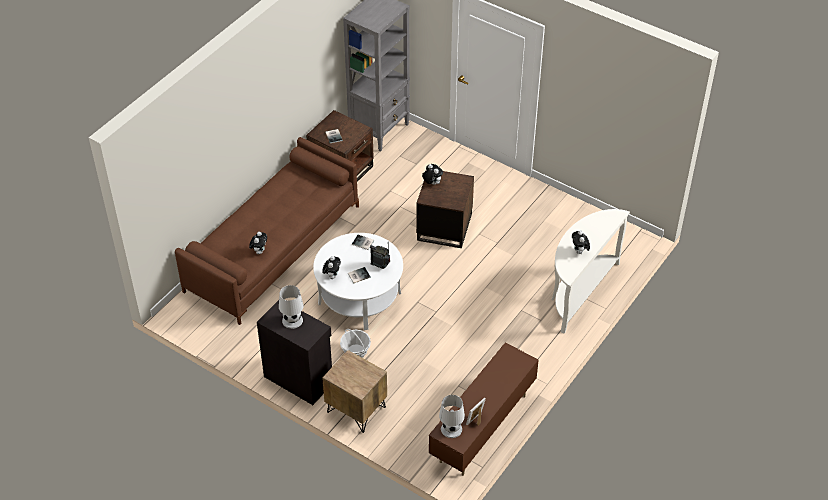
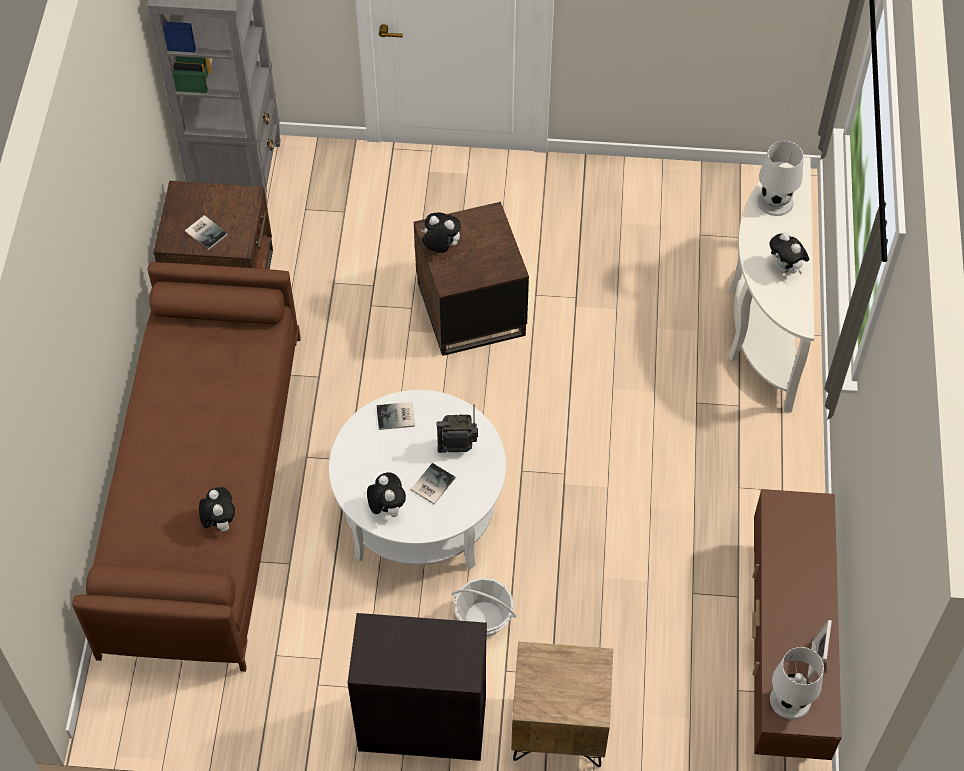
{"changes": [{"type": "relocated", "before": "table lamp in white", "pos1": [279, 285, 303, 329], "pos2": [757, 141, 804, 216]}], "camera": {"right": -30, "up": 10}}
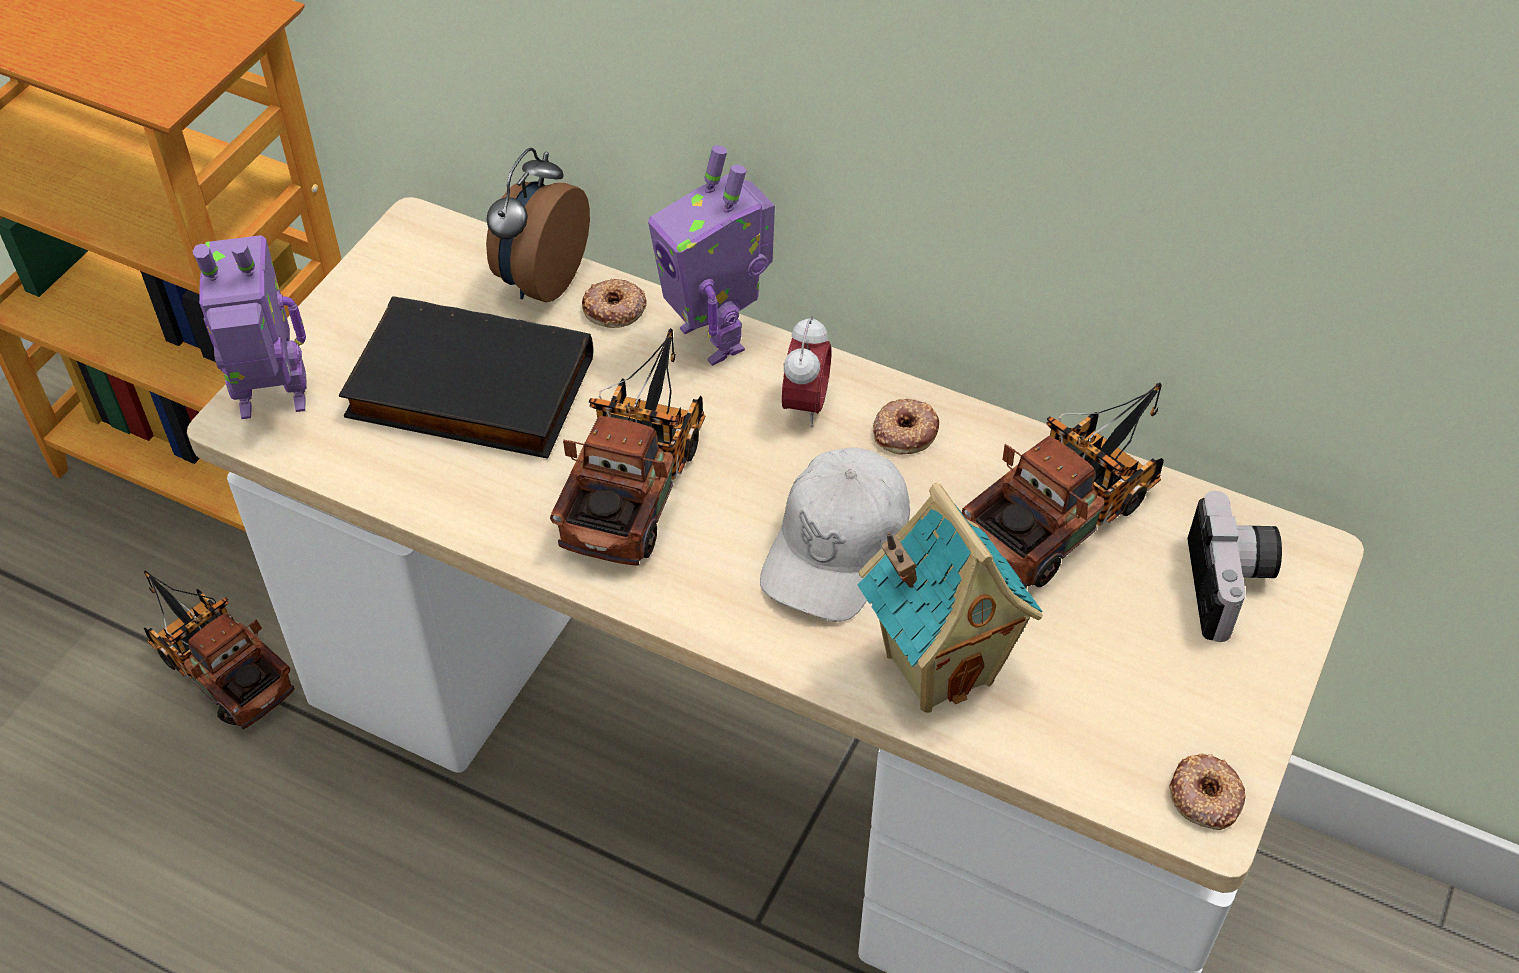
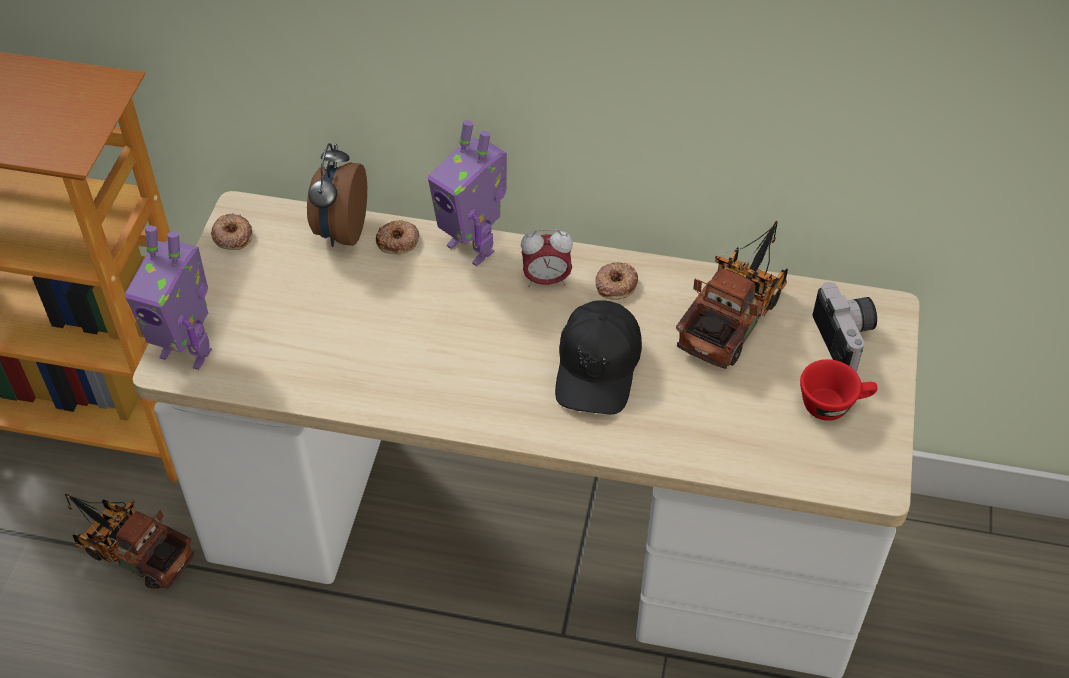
{"changes": [{"type": "spun", "before": "toy robot", "pos1": [193, 235, 307, 419], "pos2": [125, 226, 212, 370], "turn": -135}, {"type": "relocated", "before": "donut", "pos1": [1169, 754, 1246, 830], "pos2": [211, 213, 253, 250]}, {"type": "spun", "before": "alarm clock", "pos1": [782, 315, 832, 427], "pos2": [521, 229, 573, 287], "turn": 90}, {"type": "colour", "before": "cap in white", "after": "cap in black", "pos1": [760, 447, 910, 622], "pos2": [555, 300, 642, 415]}, {"type": "appeared", "after": "cup in red", "pos2": [800, 359, 877, 421]}, {"type": "missing", "before": "book in black", "pos1": [339, 296, 593, 459]}, {"type": "missing", "before": "toy truck", "pos1": [550, 328, 706, 566]}, {"type": "missing", "before": "toy house", "pos1": [857, 483, 1043, 713]}], "camera": {"right": -15, "up": 0}}
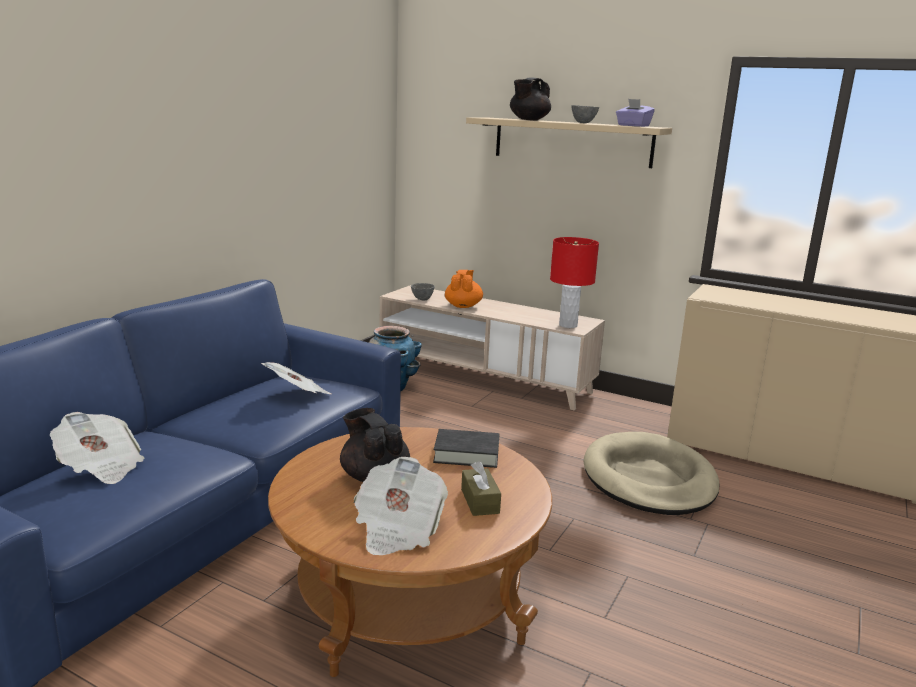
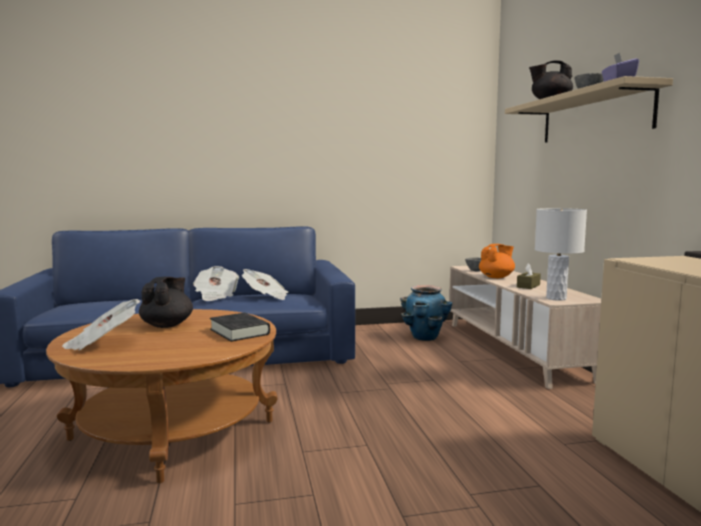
{"changes": [{"type": "relocated", "before": "newspaper", "pos1": [50, 412, 145, 484], "pos2": [193, 266, 239, 301]}, {"type": "relocated", "before": "tissue box in brown", "pos1": [461, 461, 501, 516], "pos2": [517, 263, 541, 289]}, {"type": "colour", "before": "table lamp in red", "after": "table lamp in white", "pos1": [550, 237, 599, 328], "pos2": [535, 208, 587, 301]}, {"type": "missing", "before": "dog bed in beige", "pos1": [584, 432, 719, 515]}], "camera": {"right": 50, "up": -10}}
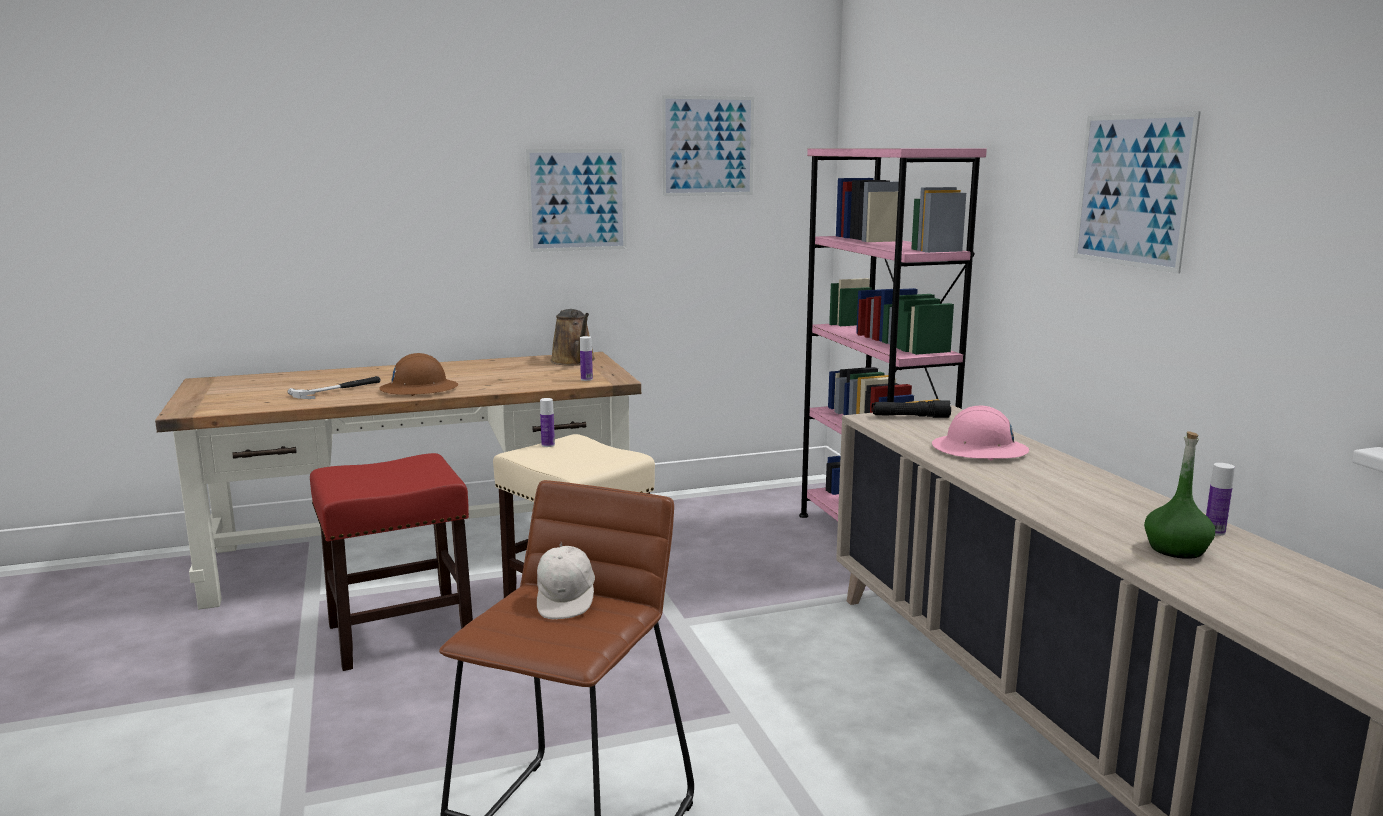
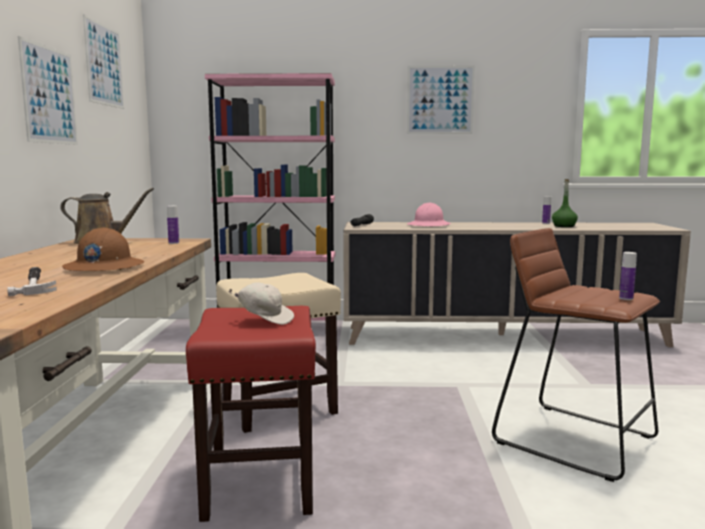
{"changes": [{"type": "relocated", "before": "cap in white", "pos1": [537, 542, 595, 619], "pos2": [228, 282, 294, 325]}, {"type": "relocated", "before": "bottle", "pos1": [540, 398, 555, 447], "pos2": [619, 252, 637, 300]}], "camera": {"right": -70, "up": -5}}
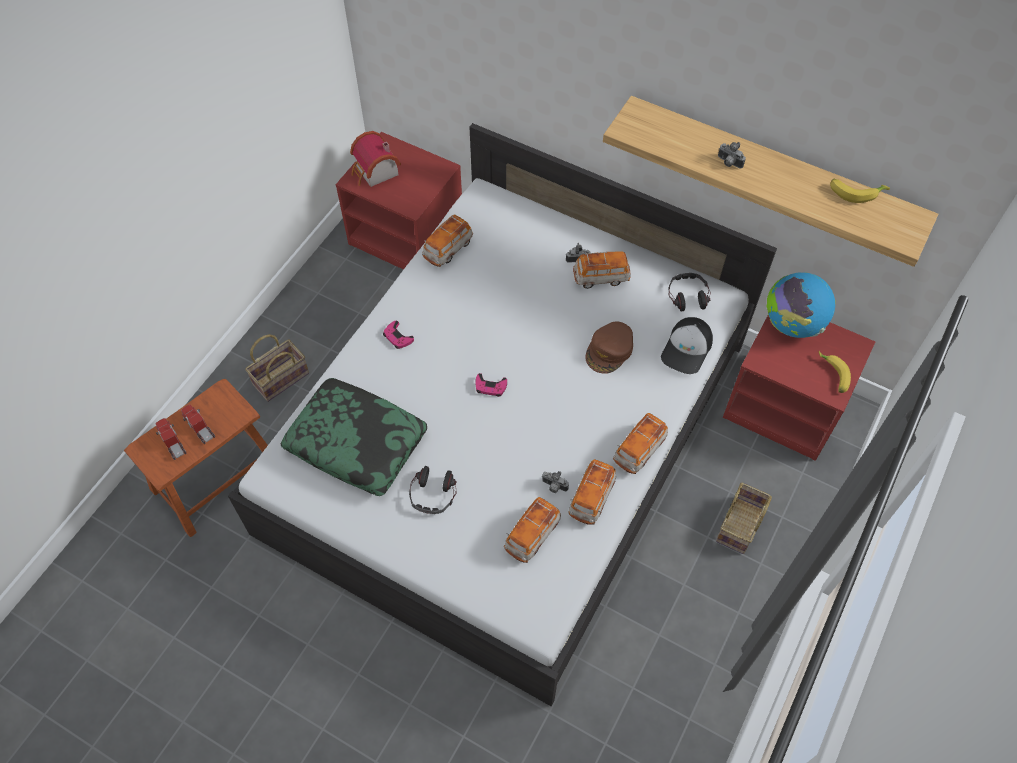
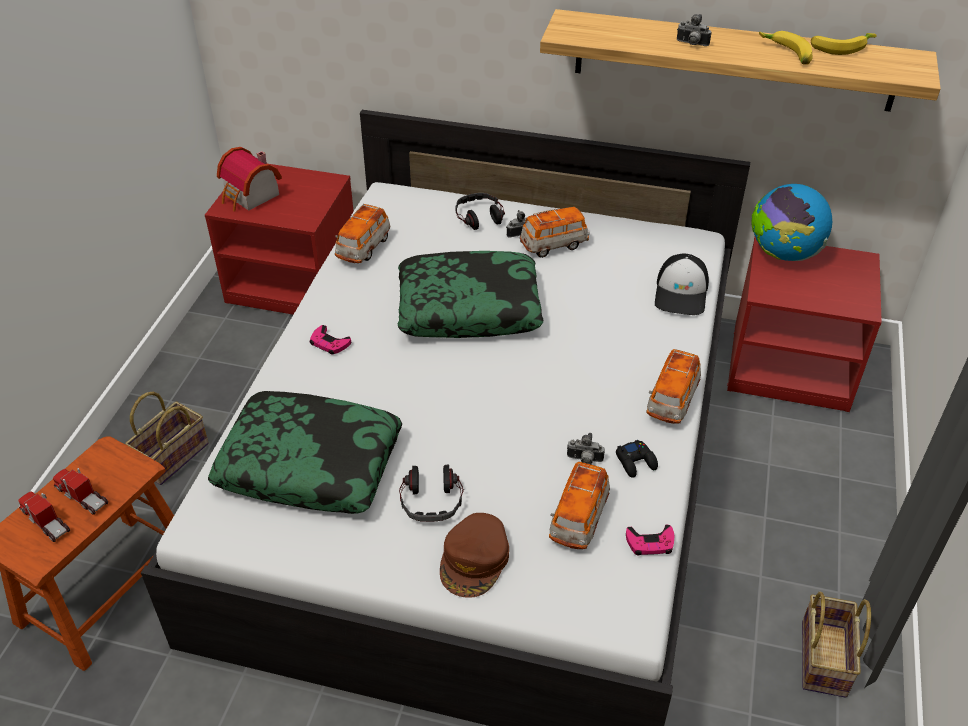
{"changes": [{"type": "appeared", "after": "pillow", "pos2": [398, 251, 543, 338]}, {"type": "relocated", "before": "cap in brown", "pos1": [586, 321, 633, 374], "pos2": [440, 513, 509, 598]}, {"type": "relocated", "before": "headphones", "pos1": [669, 273, 711, 312], "pos2": [455, 193, 505, 230]}, {"type": "exchanged", "before": "toy car", "after": "game controller in black", "pos1": [568, 459, 616, 525], "pos2": [616, 440, 658, 478]}, {"type": "relocated", "before": "game controller in pink", "pos1": [475, 373, 507, 397], "pos2": [626, 524, 675, 556]}, {"type": "relocated", "before": "banana", "pos1": [819, 351, 851, 393], "pos2": [759, 31, 812, 65]}, {"type": "relocated", "before": "basket", "pos1": [716, 483, 772, 554], "pos2": [802, 592, 871, 698]}], "camera": {"right": -15, "up": -15}}
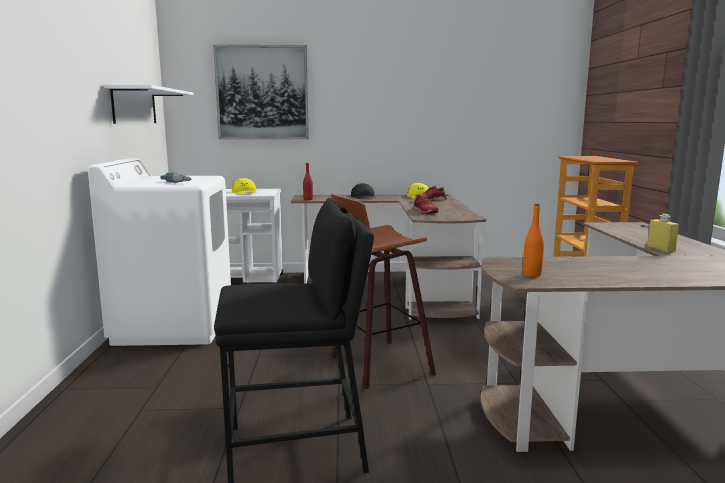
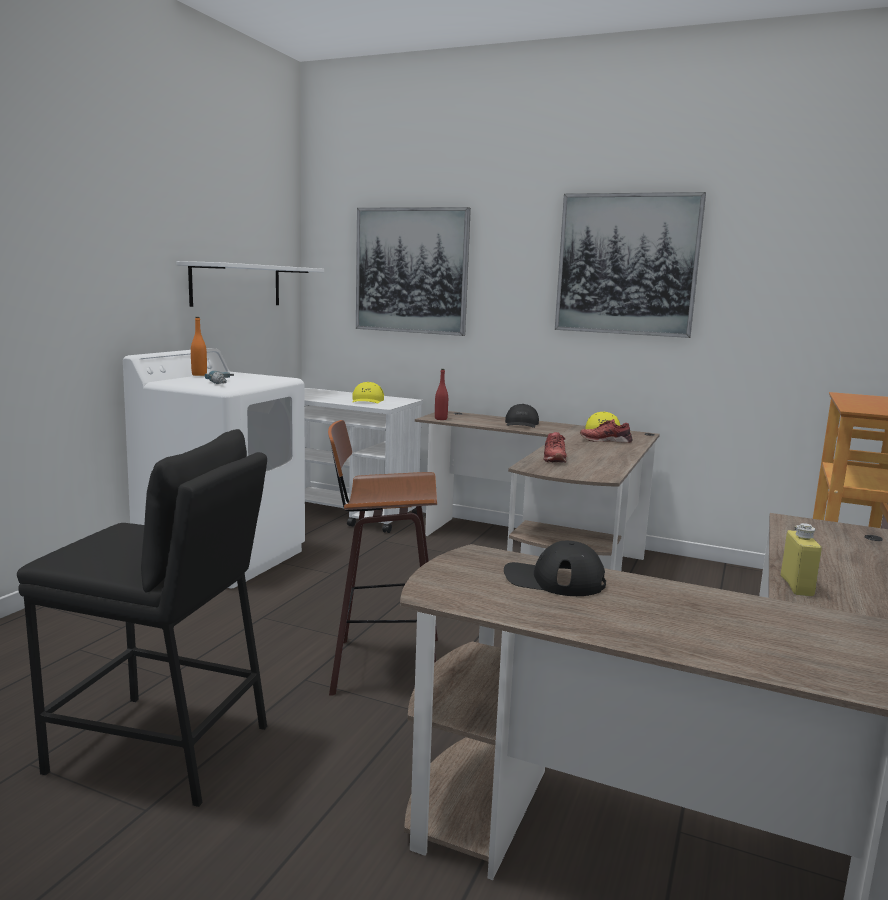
{"changes": [{"type": "relocated", "before": "bottle in orange", "pos1": [523, 204, 544, 277], "pos2": [191, 317, 207, 376]}, {"type": "appeared", "after": "cap in black", "pos2": [504, 541, 606, 596]}, {"type": "appeared", "after": "picture", "pos2": [555, 192, 706, 338]}], "camera": {"right": 25, "up": 0}}
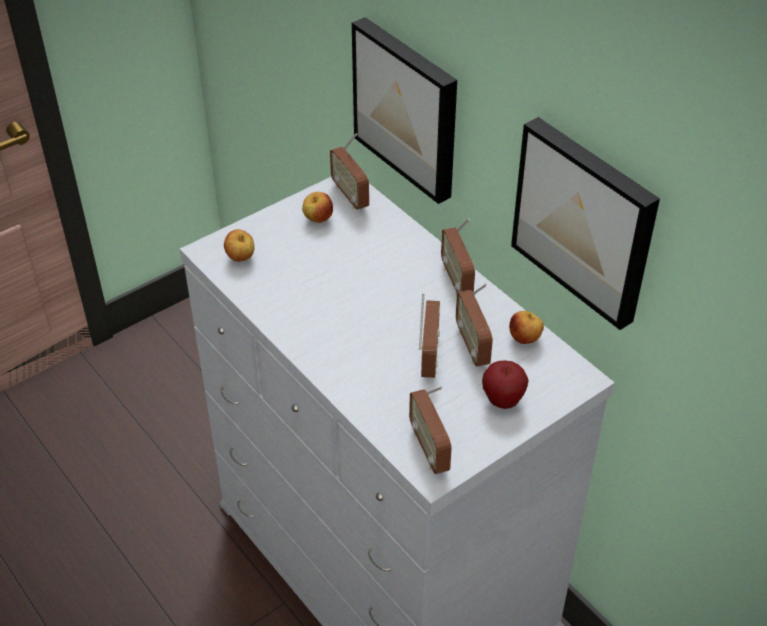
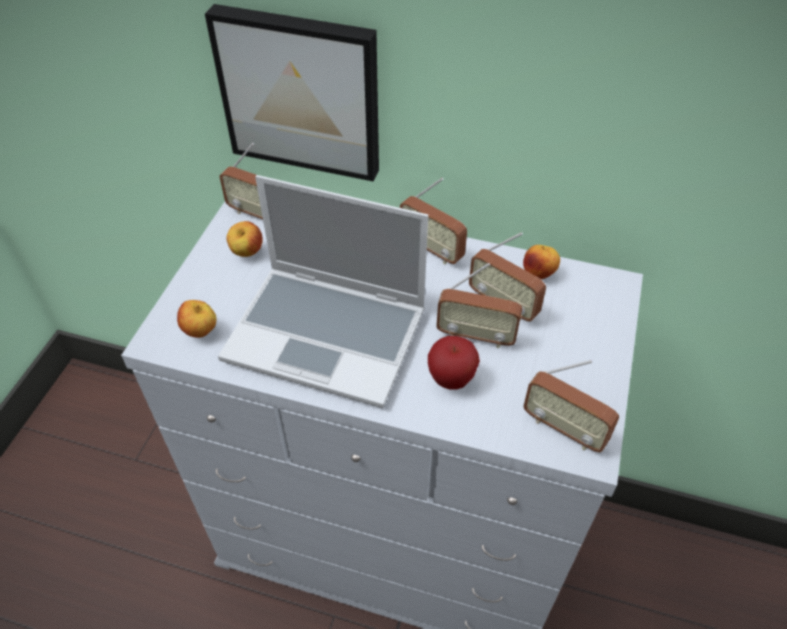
{"changes": [{"type": "appeared", "after": "laptop", "pos2": [218, 175, 428, 408]}, {"type": "relocated", "before": "apple", "pos1": [482, 360, 528, 409], "pos2": [428, 336, 480, 390]}, {"type": "spun", "before": "radio", "pos1": [419, 294, 440, 378], "pos2": [436, 263, 522, 349], "turn": 135}, {"type": "missing", "before": "picture", "pos1": [511, 117, 660, 330]}], "camera": {"right": -35, "up": 5}}
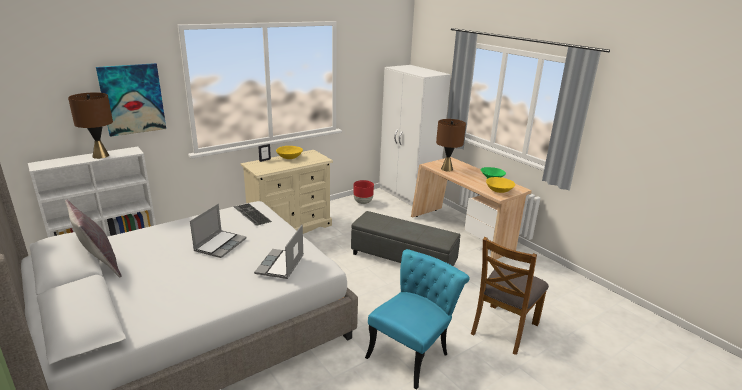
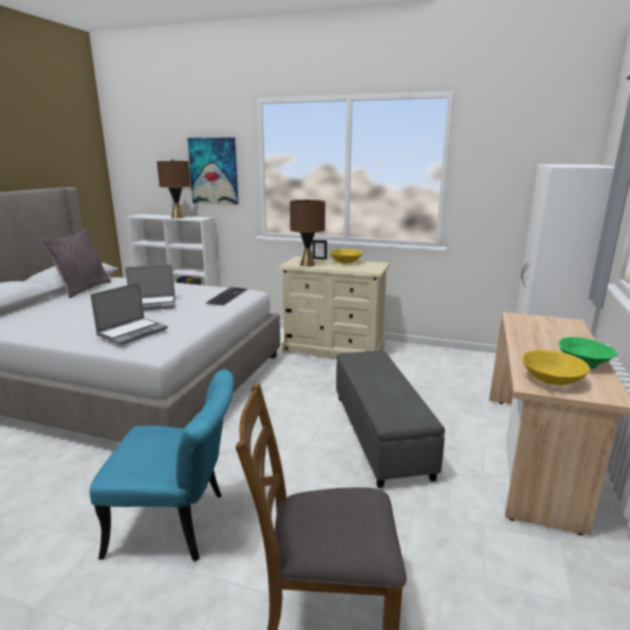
{"changes": [{"type": "spun", "before": "laptop", "pos1": [254, 225, 304, 279], "pos2": [90, 282, 168, 345], "turn": 150}, {"type": "relocated", "before": "table lamp in brown", "pos1": [436, 119, 466, 171], "pos2": [290, 199, 325, 267]}, {"type": "missing", "before": "planter in red", "pos1": [354, 180, 374, 204]}], "camera": {"right": 55, "up": -5}}
